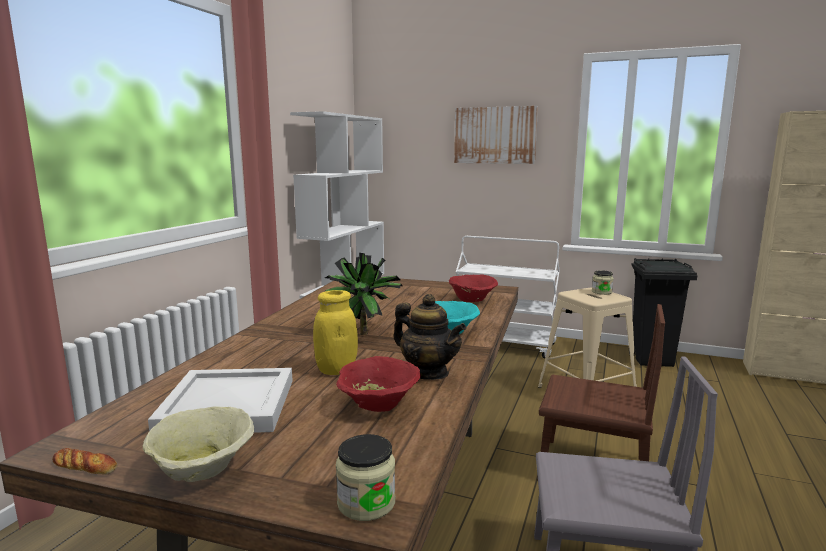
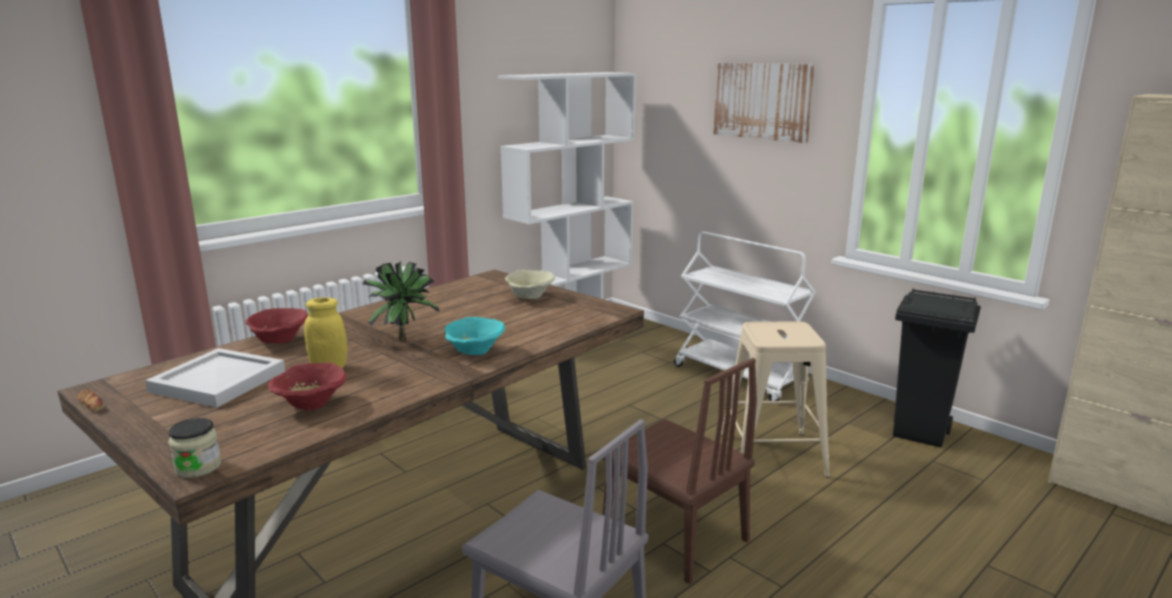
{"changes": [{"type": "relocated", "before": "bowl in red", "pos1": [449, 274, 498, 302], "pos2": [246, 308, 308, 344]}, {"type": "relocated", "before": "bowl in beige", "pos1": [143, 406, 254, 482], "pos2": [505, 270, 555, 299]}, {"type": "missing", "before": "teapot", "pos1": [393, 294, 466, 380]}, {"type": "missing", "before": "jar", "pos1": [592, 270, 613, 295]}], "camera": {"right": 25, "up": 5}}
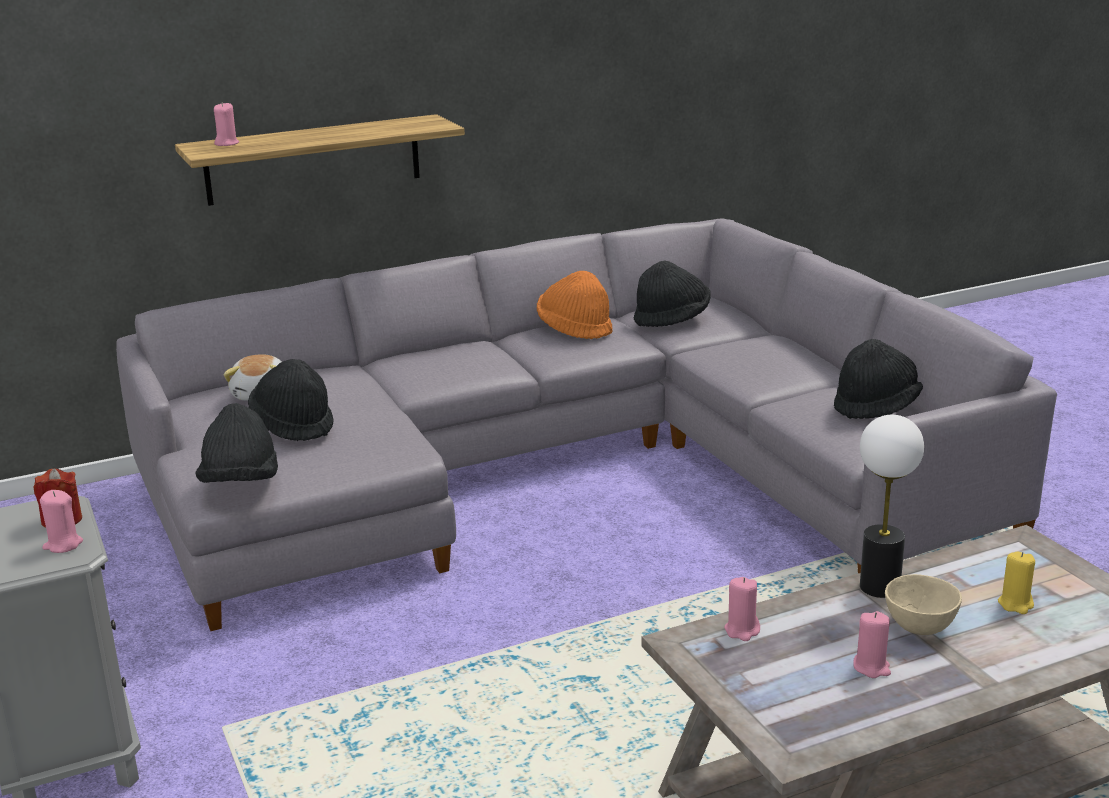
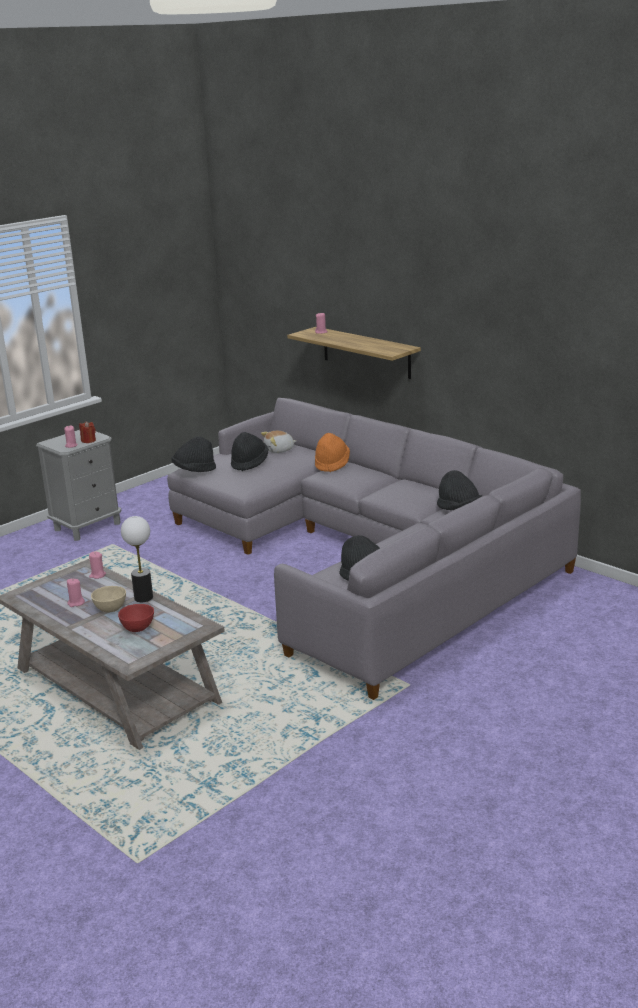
{"changes": [{"type": "exchanged", "before": "candle in yellow", "after": "bowl in red", "pos1": [998, 552, 1035, 614], "pos2": [118, 604, 154, 632]}, {"type": "relocated", "before": "hat in orange", "pos1": [537, 271, 613, 339], "pos2": [315, 433, 350, 472]}], "camera": {"right": 70, "up": 0}}
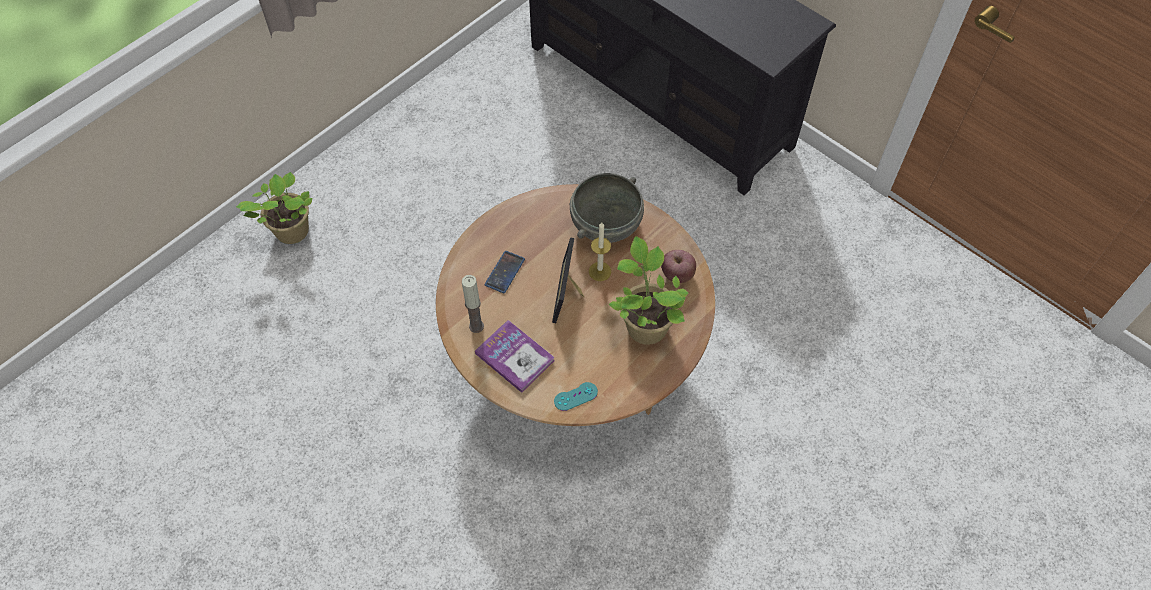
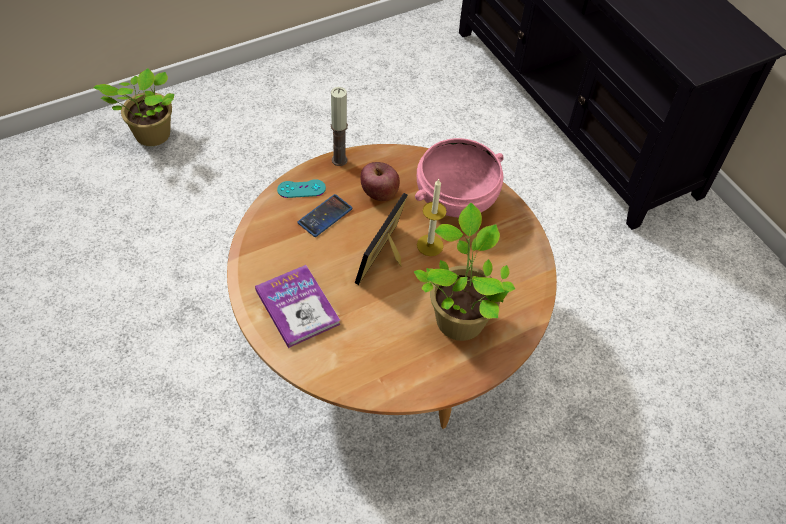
{"changes": [{"type": "relocated", "before": "game controller in turquoise", "pos1": [554, 382, 598, 411], "pos2": [277, 179, 326, 198]}, {"type": "relocated", "before": "candle", "pos1": [462, 275, 484, 333], "pos2": [331, 87, 348, 166]}, {"type": "relocated", "before": "apple", "pos1": [661, 250, 696, 283], "pos2": [361, 162, 400, 201]}, {"type": "colour", "before": "bowl in grey", "after": "bowl in pink", "pos1": [570, 173, 644, 243], "pos2": [415, 138, 504, 217]}], "camera": {"right": 15, "up": -5}}
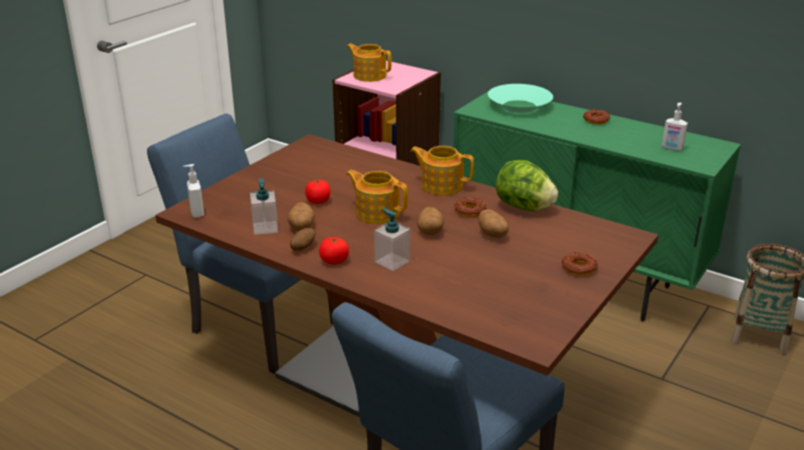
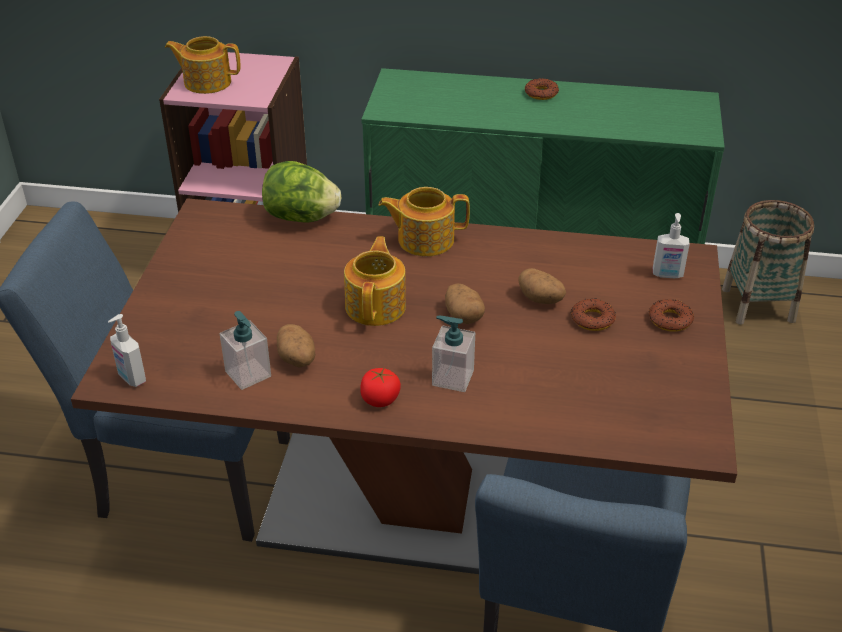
{"changes": [{"type": "relocated", "before": "lettuce", "pos1": [496, 160, 558, 211], "pos2": [262, 161, 341, 222]}, {"type": "spun", "before": "teapot", "pos1": [346, 170, 408, 224], "pos2": [344, 236, 406, 326], "turn": 90}, {"type": "relocated", "before": "donut", "pos1": [454, 197, 486, 217], "pos2": [571, 298, 616, 331]}, {"type": "relocated", "before": "soap dispenser", "pos1": [662, 103, 688, 151], "pos2": [653, 213, 690, 278]}, {"type": "missing", "before": "potato", "pos1": [290, 228, 315, 251]}, {"type": "missing", "before": "tomato", "pos1": [305, 180, 330, 204]}, {"type": "missing", "before": "bowl in turquoise", "pos1": [488, 84, 553, 113]}], "camera": {"right": -25, "up": 10}}
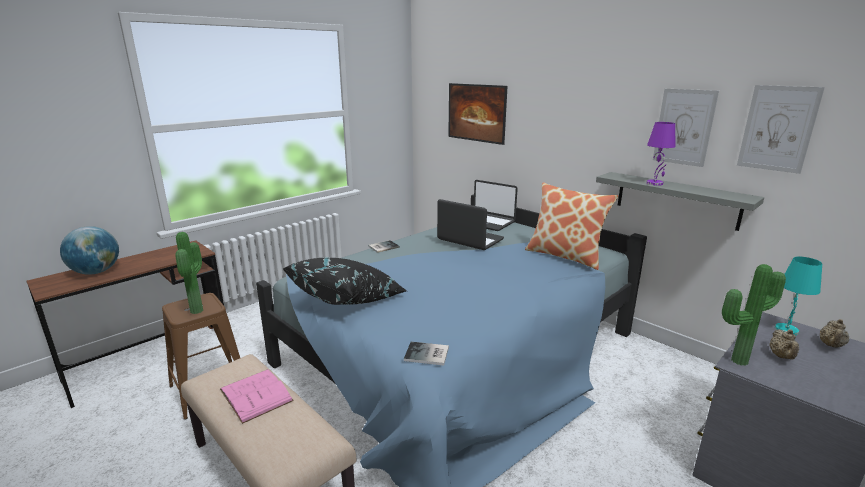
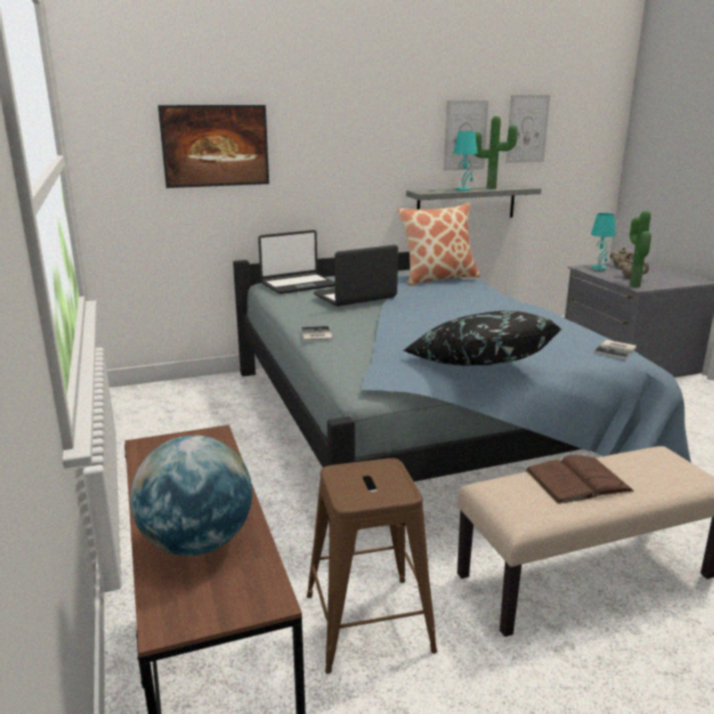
{"changes": [{"type": "colour", "before": "table lamp in purple", "after": "table lamp in turquoise", "pos1": [647, 122, 676, 186], "pos2": [453, 131, 478, 191]}, {"type": "relocated", "before": "potted plant", "pos1": [175, 232, 203, 314], "pos2": [474, 116, 517, 189]}, {"type": "colour", "before": "book in pink", "after": "book in brown", "pos1": [220, 369, 294, 424], "pos2": [525, 455, 634, 504]}], "camera": {"right": -65, "up": 0}}
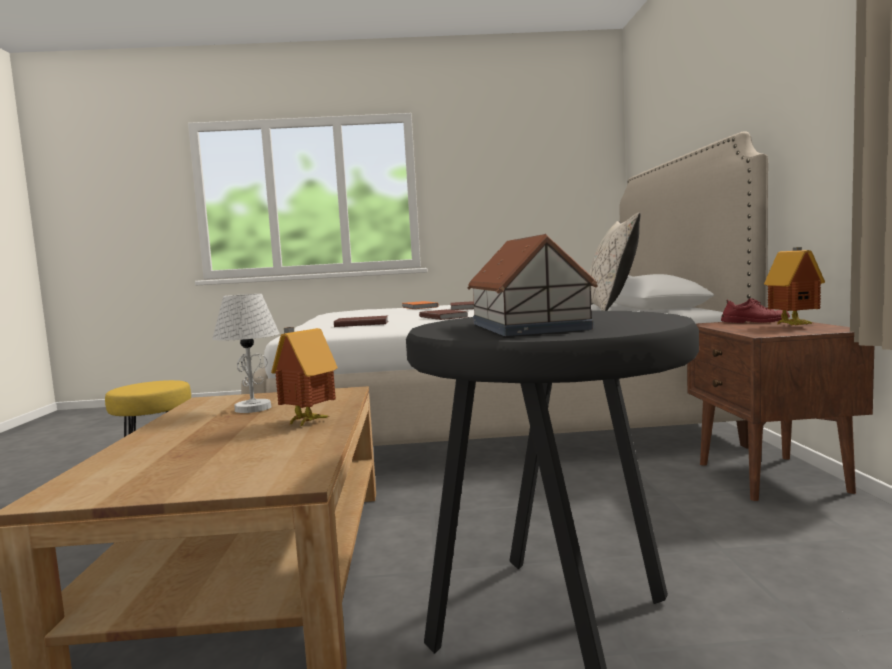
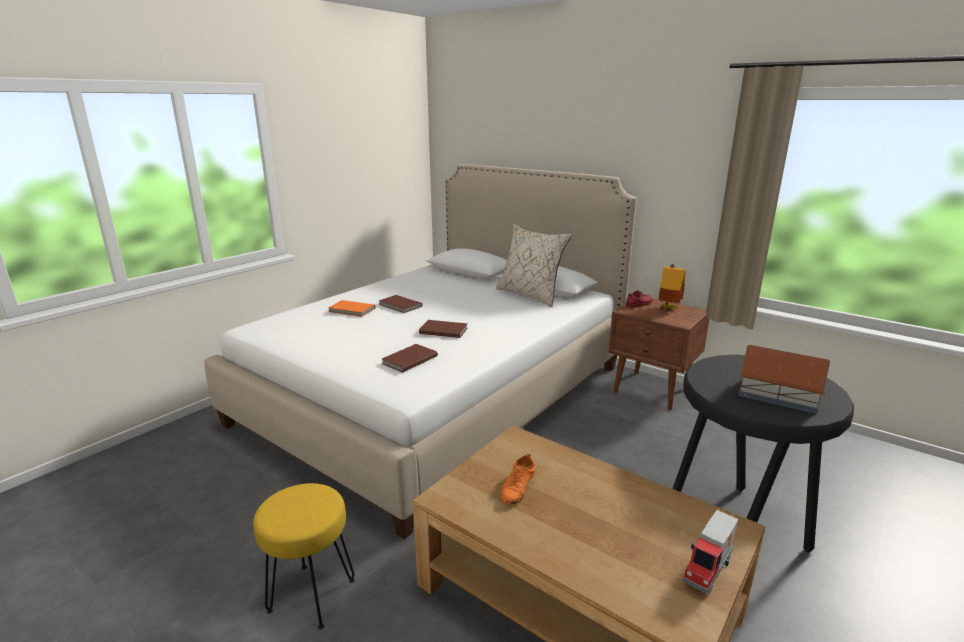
{"changes": [{"type": "exchanged", "before": "table lamp in white", "after": "shoe in orange", "pos1": [212, 294, 280, 413], "pos2": [501, 453, 535, 505]}, {"type": "appeared", "after": "toy truck", "pos2": [683, 510, 738, 594]}, {"type": "missing", "before": "toy house", "pos1": [271, 327, 338, 427]}], "camera": {"right": -50, "up": 15}}
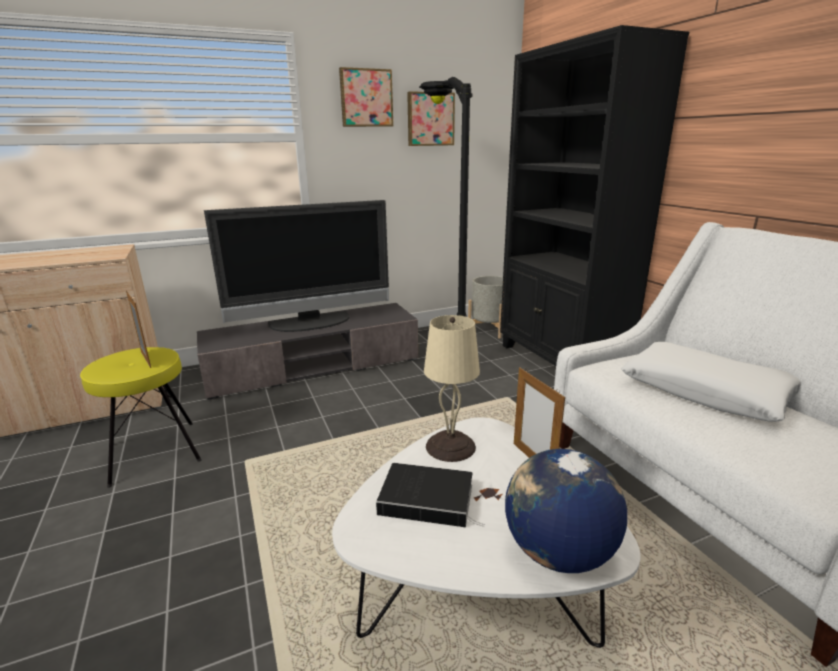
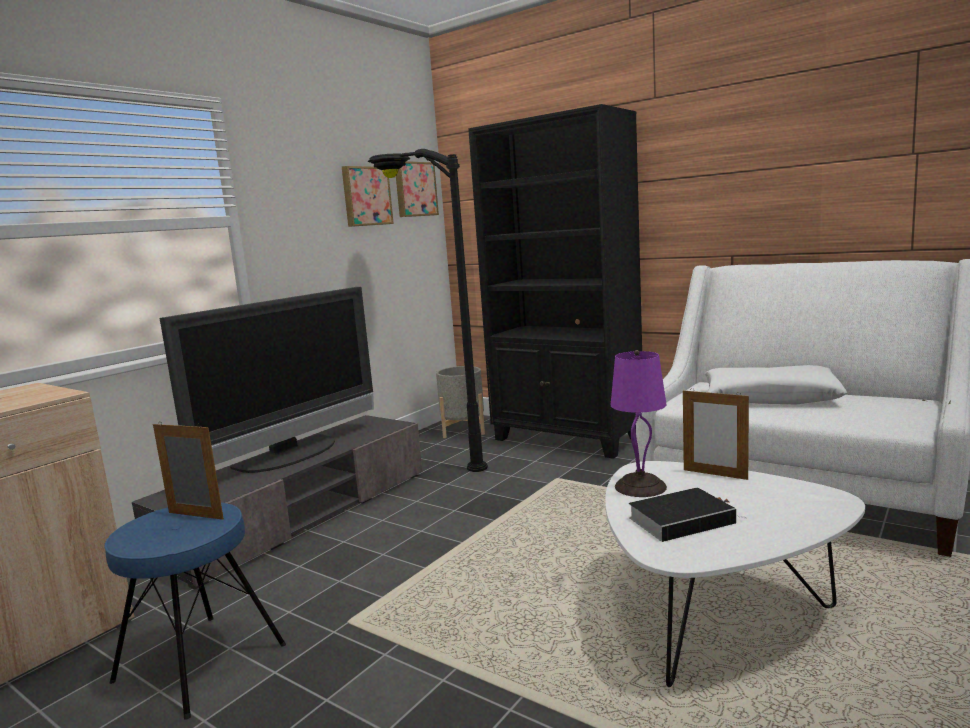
{"changes": [{"type": "colour", "before": "stool in yellow", "after": "stool in blue", "pos1": [80, 347, 201, 488], "pos2": [105, 502, 286, 720]}, {"type": "relocated", "before": "picture", "pos1": [339, 67, 393, 127], "pos2": [396, 161, 439, 217]}, {"type": "colour", "before": "table lamp in beige", "after": "table lamp in purple", "pos1": [424, 315, 480, 462], "pos2": [611, 350, 667, 497]}, {"type": "missing", "before": "globe", "pos1": [505, 449, 627, 573]}], "camera": {"right": -30, "up": -10}}
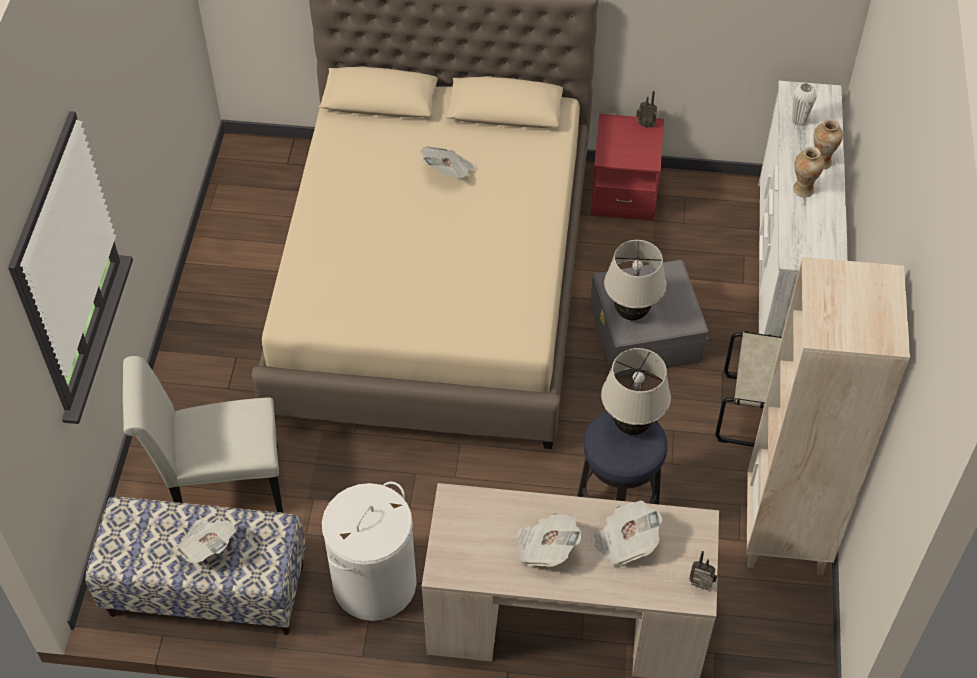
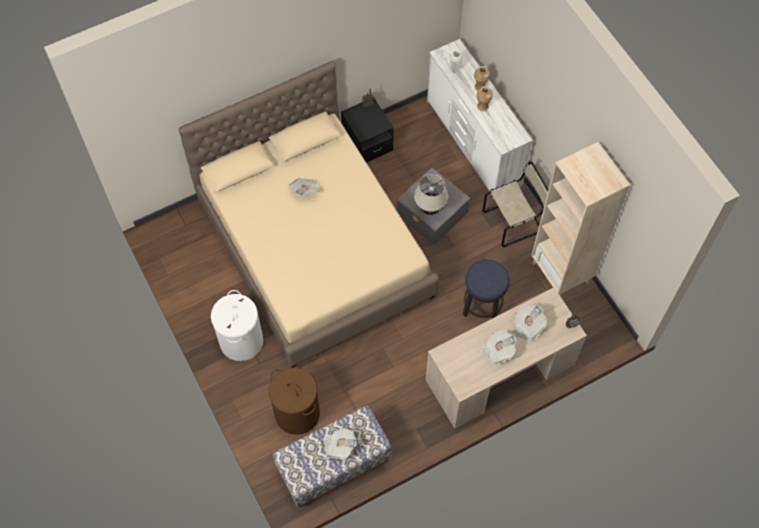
{"changes": [{"type": "relocated", "before": "laundry basket in white", "pos1": [322, 482, 417, 621], "pos2": [211, 290, 263, 361]}, {"type": "exchanged", "before": "chair in white", "after": "laundry basket in brown", "pos1": [123, 356, 283, 513], "pos2": [269, 368, 320, 435]}, {"type": "colour", "before": "nightstand in red", "after": "nightstand in black", "pos1": [591, 114, 664, 221], "pos2": [341, 97, 394, 163]}, {"type": "missing", "before": "table lamp in beige", "pos1": [601, 348, 671, 435]}], "camera": {"right": -35, "up": 10}}
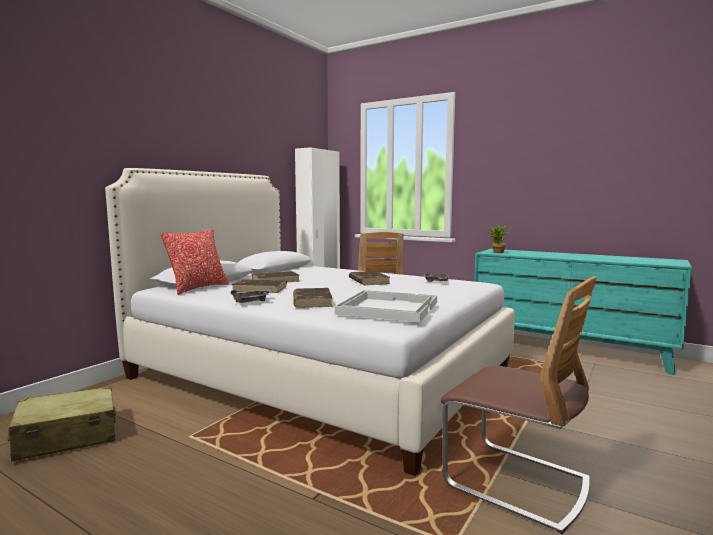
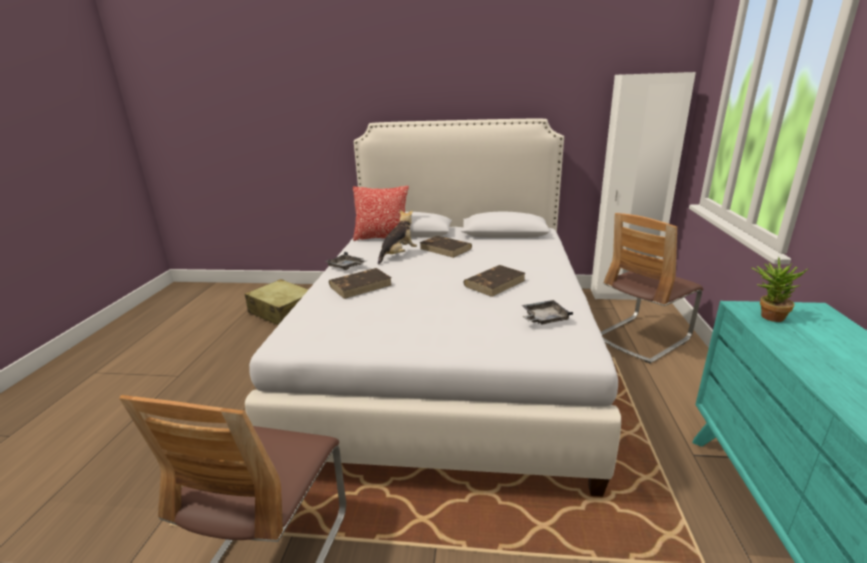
{"changes": [{"type": "exchanged", "before": "book in brown", "after": "plush toy", "pos1": [232, 279, 287, 293], "pos2": [378, 210, 417, 265]}, {"type": "missing", "before": "tray in white", "pos1": [335, 290, 437, 322]}], "camera": {"right": 65, "up": 15}}
